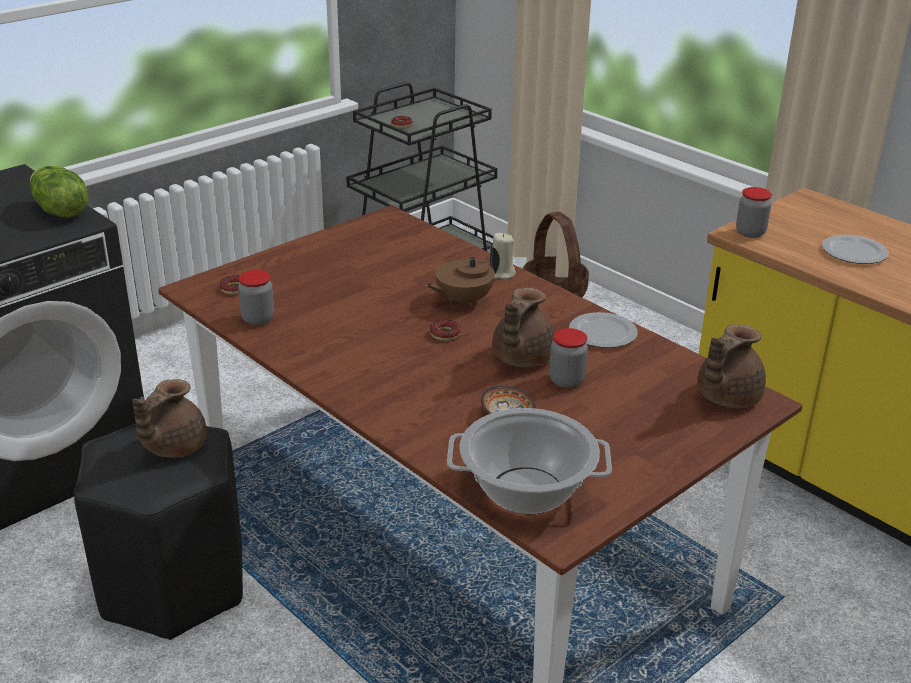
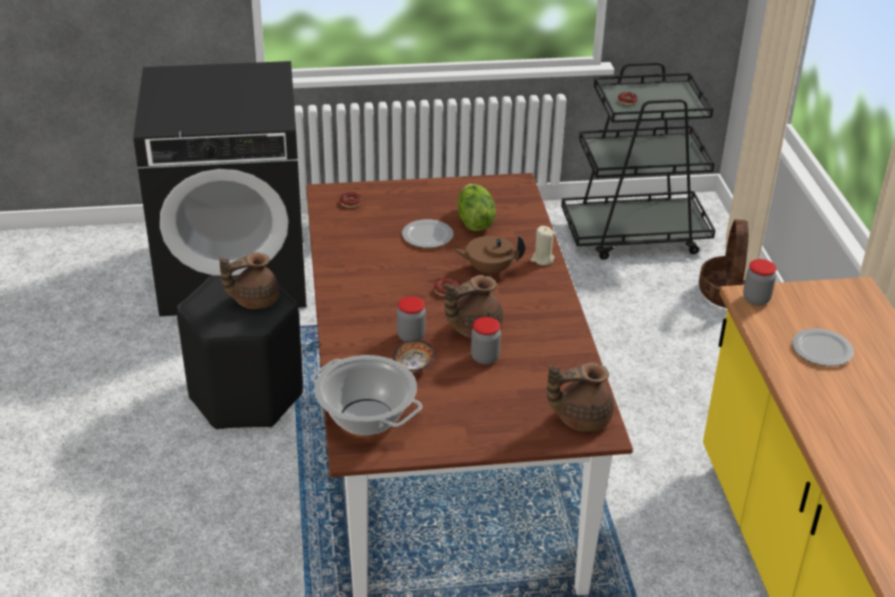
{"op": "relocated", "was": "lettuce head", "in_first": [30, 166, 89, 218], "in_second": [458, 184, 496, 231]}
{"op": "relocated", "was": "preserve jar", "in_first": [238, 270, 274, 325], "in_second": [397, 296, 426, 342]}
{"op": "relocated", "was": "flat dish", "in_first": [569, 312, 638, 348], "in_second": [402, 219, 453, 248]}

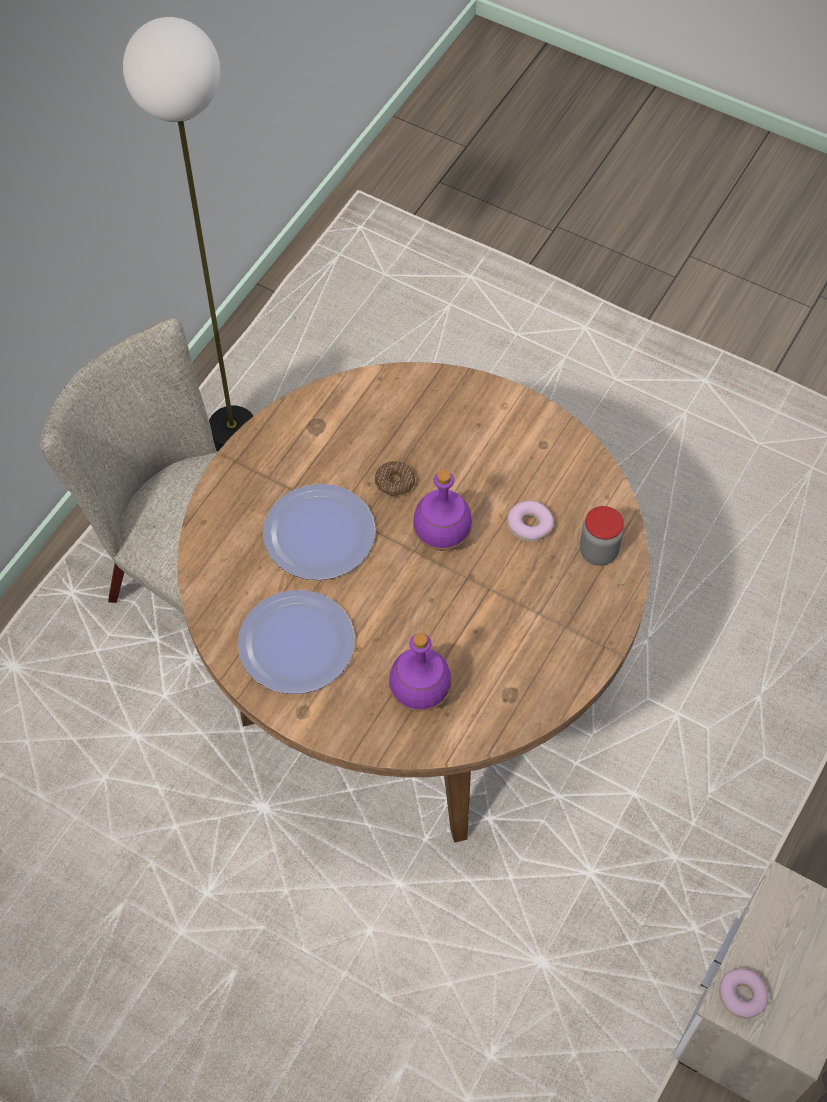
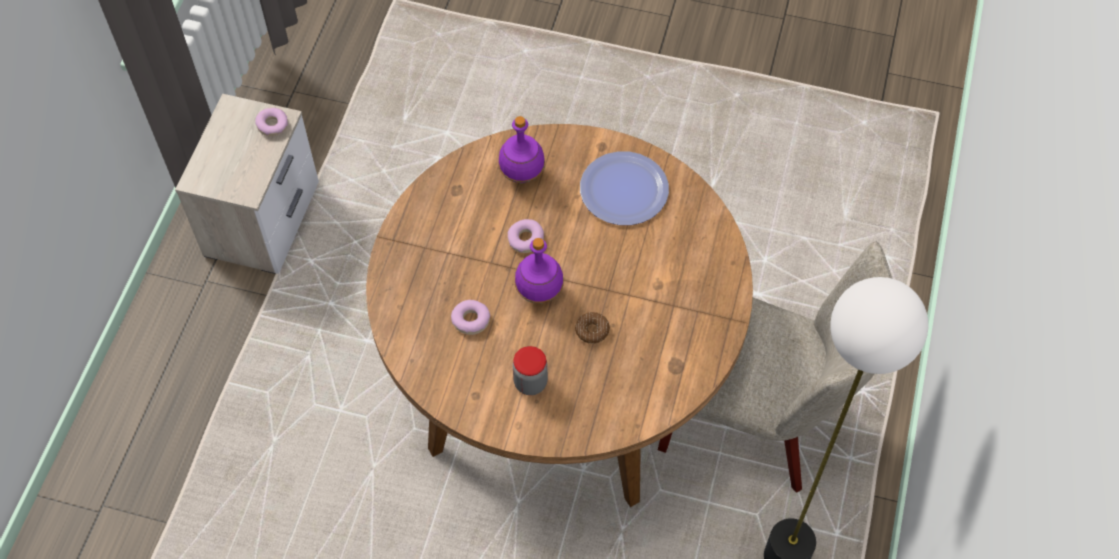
{"op": "missing", "was": "flat dish", "in_first": [263, 484, 376, 580]}
{"op": "appeared", "now": "donut", "in_second": [508, 219, 544, 253]}
{"op": "relocated", "was": "preserve jar", "in_first": [580, 506, 624, 566], "in_second": [513, 346, 548, 395]}

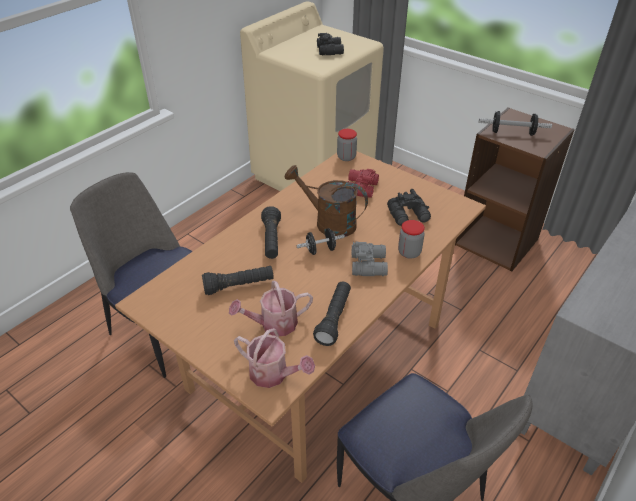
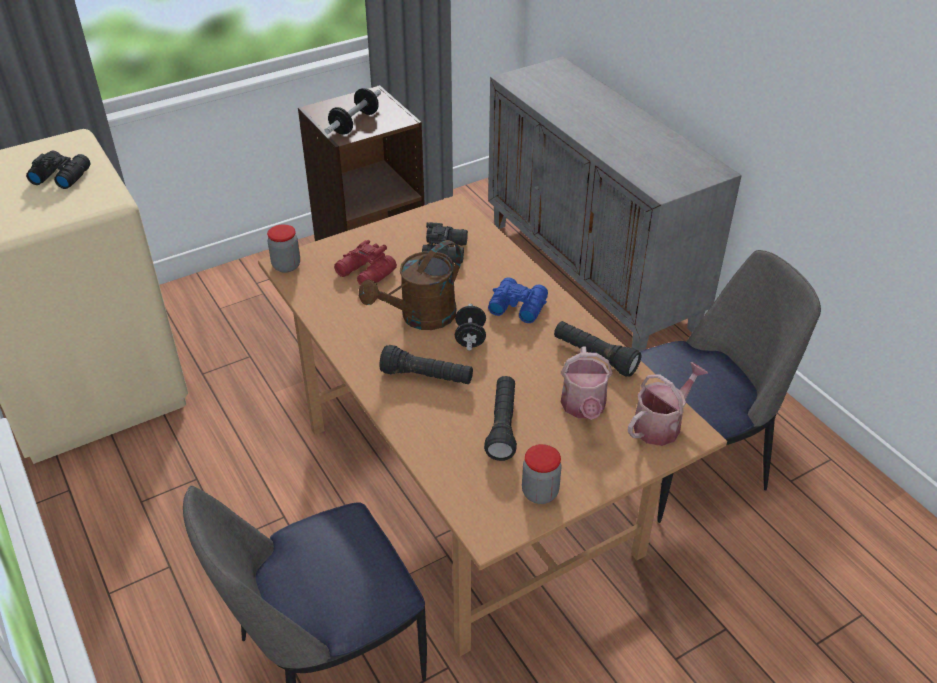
{"op": "relocated", "was": "preserve jar", "in_first": [398, 220, 425, 259], "in_second": [522, 444, 562, 504]}
{"op": "colour", "was": "field glasses/gray", "now": "field glasses/blue", "in_first": [352, 242, 388, 276], "in_second": [488, 278, 548, 323]}

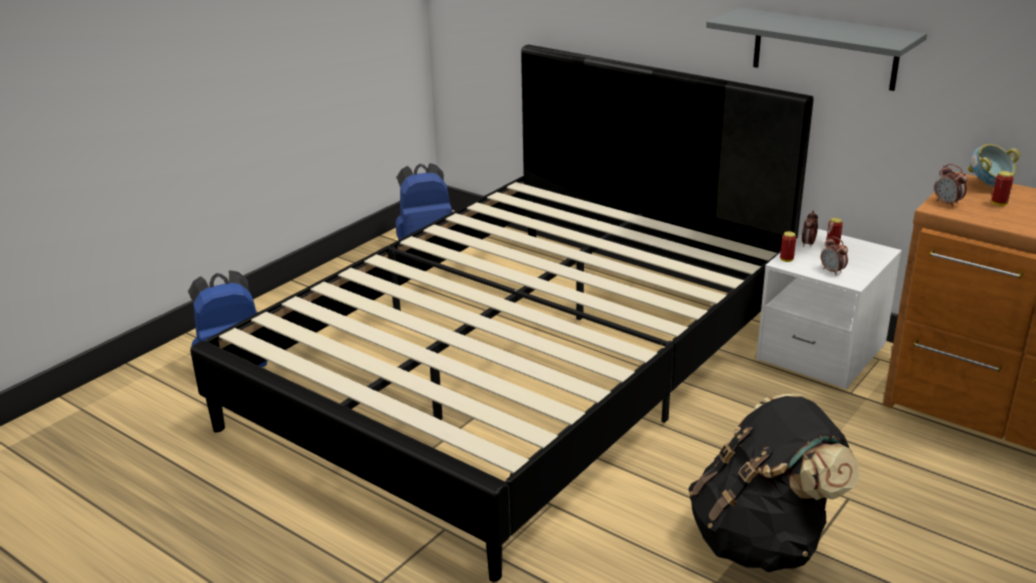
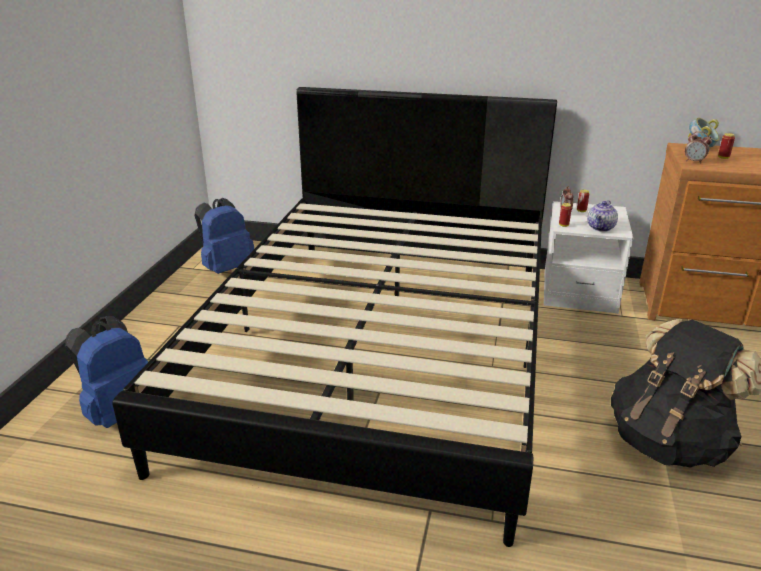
{"op": "missing", "was": "bracket shelf/gray", "in_first": [706, 7, 927, 91]}
{"op": "exchanged", "was": "alarm clock", "now": "teapot", "in_first": [821, 236, 848, 275], "in_second": [587, 200, 618, 232]}

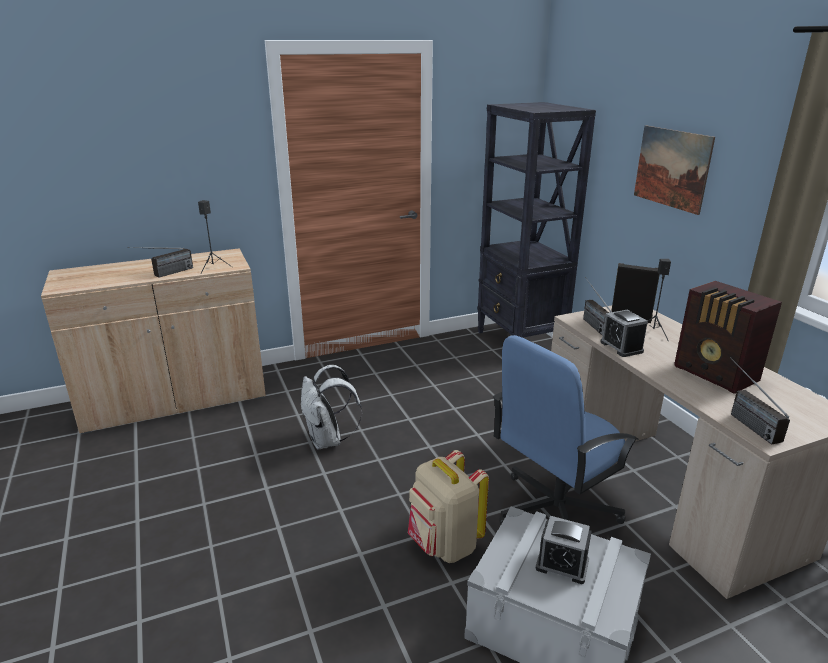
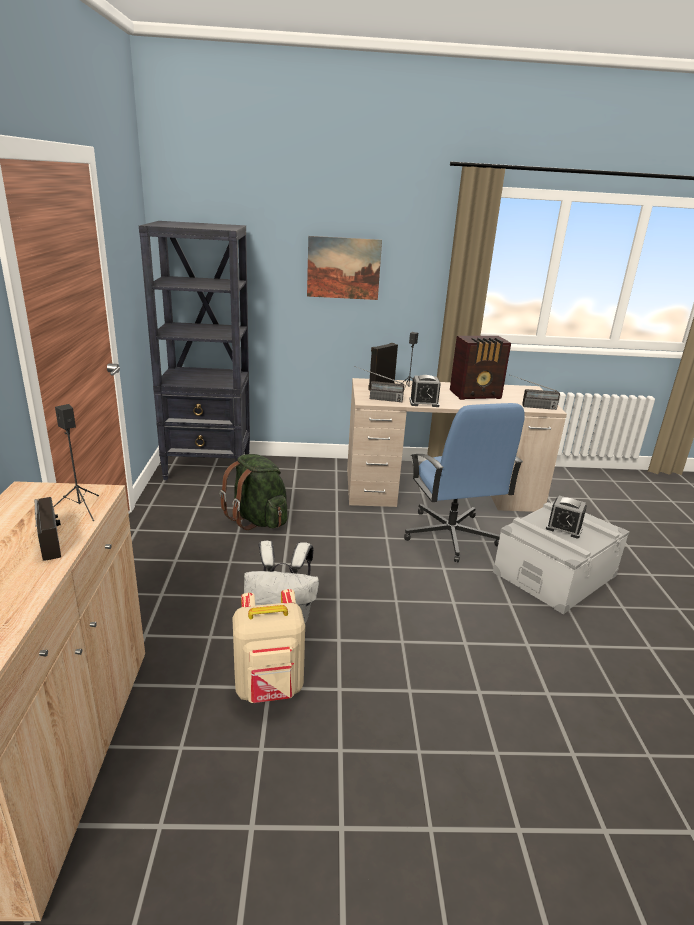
{"op": "appeared", "now": "knapsack/greenish", "in_second": [220, 454, 288, 530]}
{"op": "relocated", "was": "knapsack/beige", "in_first": [408, 450, 489, 563], "in_second": [232, 589, 305, 703]}
{"op": "spun", "was": "alarm clock", "in_first": [536, 516, 592, 584], "in_second": [546, 496, 587, 538], "clockwise": 75}

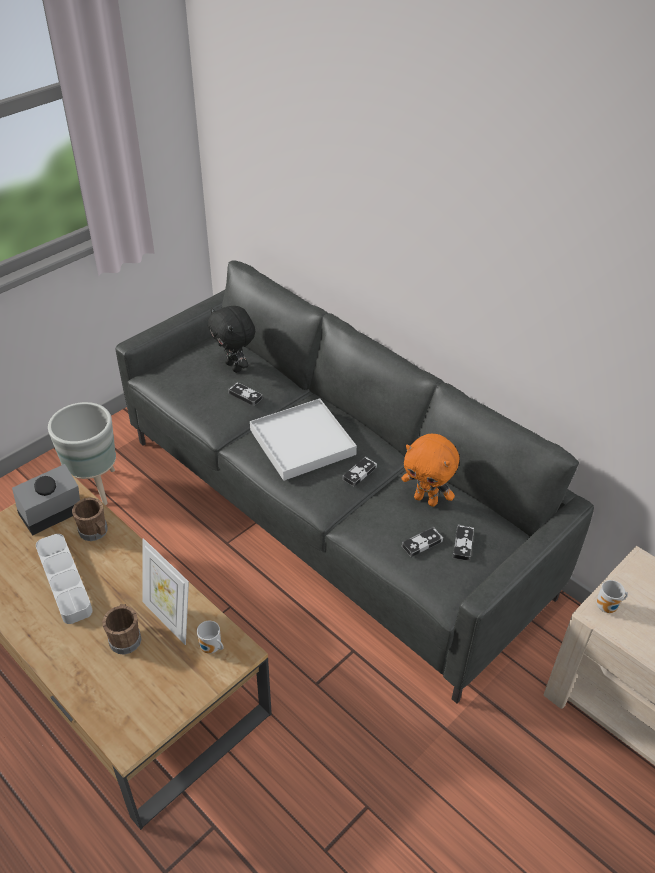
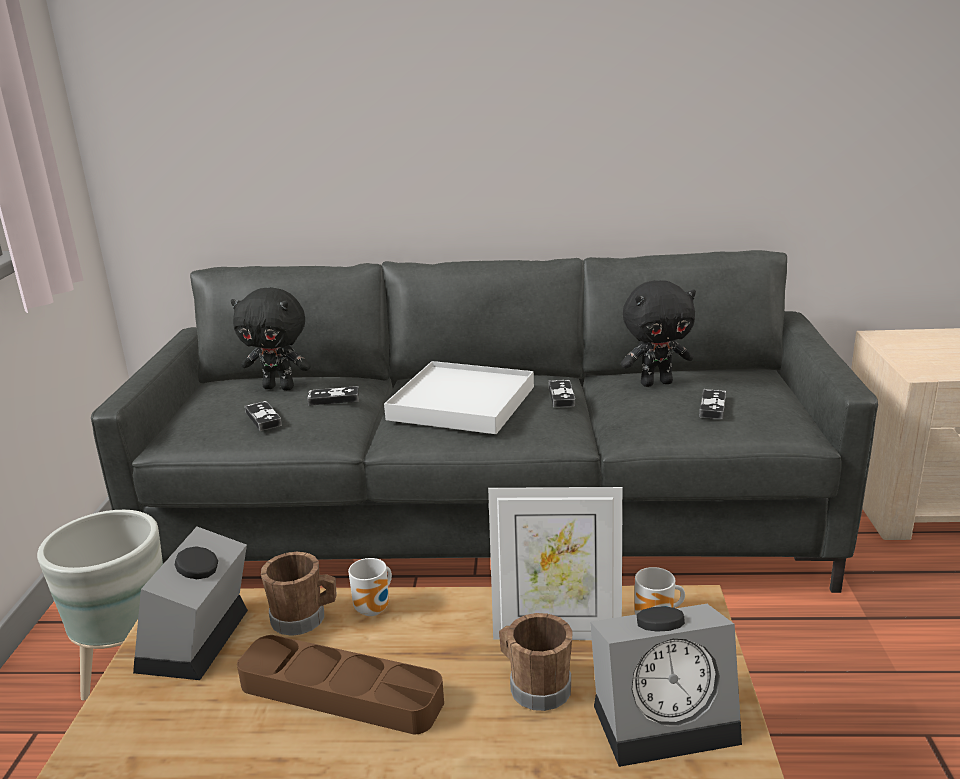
{"op": "appeared", "now": "alarm clock", "in_second": [590, 604, 742, 767]}
{"op": "relocated", "was": "gamepad", "in_first": [452, 525, 474, 561], "in_second": [245, 401, 282, 431]}
{"op": "relocated", "was": "coffee mug", "in_first": [596, 580, 628, 613], "in_second": [348, 558, 392, 616]}
{"op": "colour", "was": "carrying tray/gray", "now": "carrying tray/brownish", "in_first": [36, 534, 93, 624], "in_second": [237, 635, 444, 734]}
{"op": "colour", "was": "plush toy/orange", "now": "plush toy/black-coloured", "in_first": [401, 434, 459, 507], "in_second": [621, 280, 696, 387]}

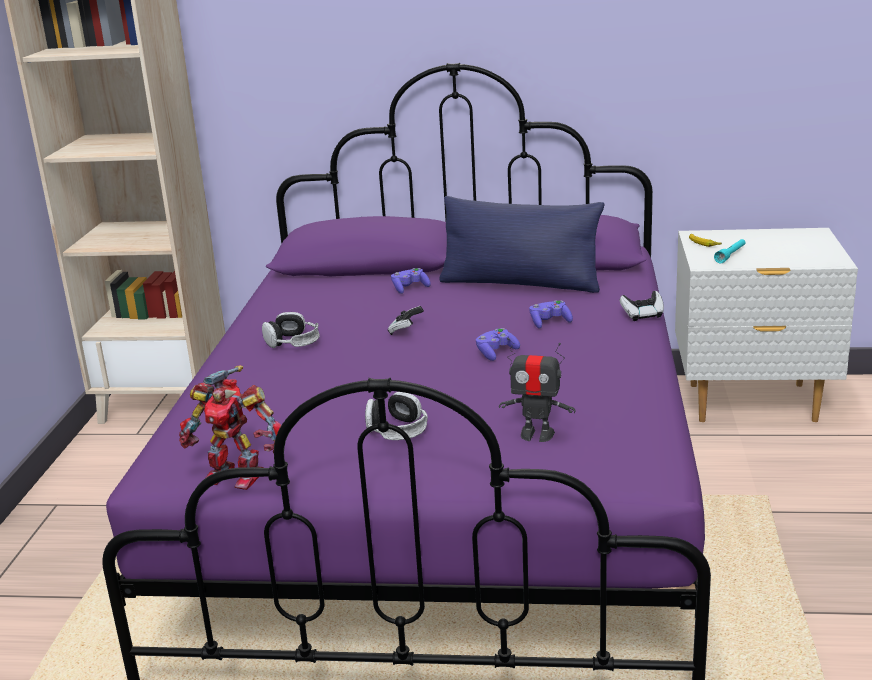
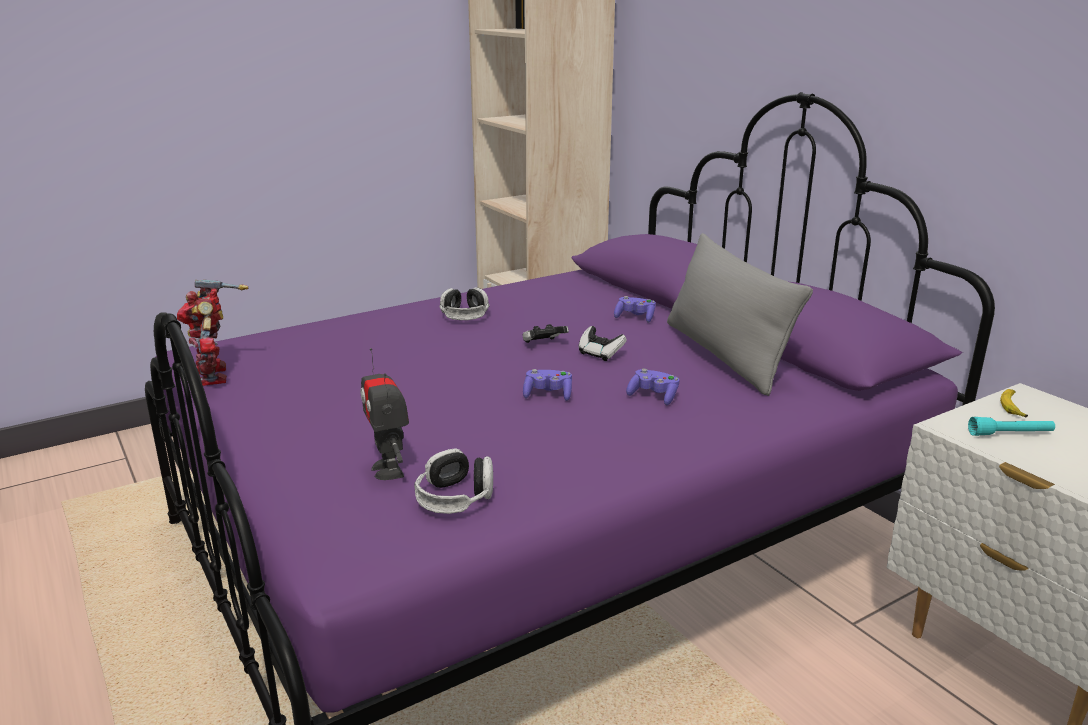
{"op": "relocated", "was": "headset", "in_first": [365, 392, 428, 440], "in_second": [414, 448, 493, 514]}
{"op": "relocated", "was": "gamepad", "in_first": [620, 291, 664, 321], "in_second": [578, 326, 627, 361]}
{"op": "colour", "was": "throw pillow/blue", "now": "throw pillow/gray", "in_first": [439, 196, 604, 293], "in_second": [667, 233, 813, 396]}

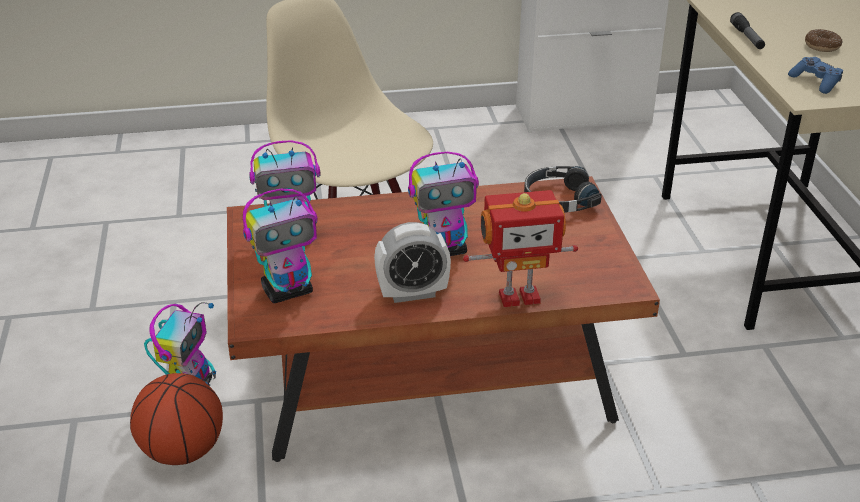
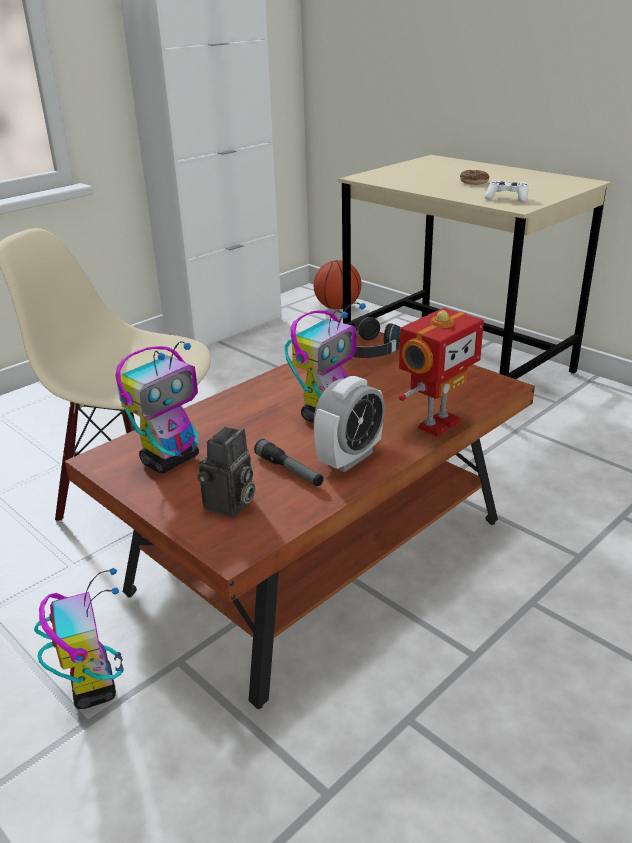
{"op": "relocated", "was": "basketball", "in_first": [130, 373, 223, 465], "in_second": [314, 260, 361, 310]}
{"op": "relocated", "was": "hand torch", "in_first": [730, 12, 765, 49], "in_second": [254, 439, 324, 486]}
{"op": "exchanged", "was": "model robot", "now": "still camera", "in_first": [243, 189, 318, 303], "in_second": [198, 427, 255, 518]}
{"op": "colour", "was": "gamepad/blue", "now": "gamepad/whitish", "in_first": [788, 57, 843, 94], "in_second": [485, 181, 529, 202]}

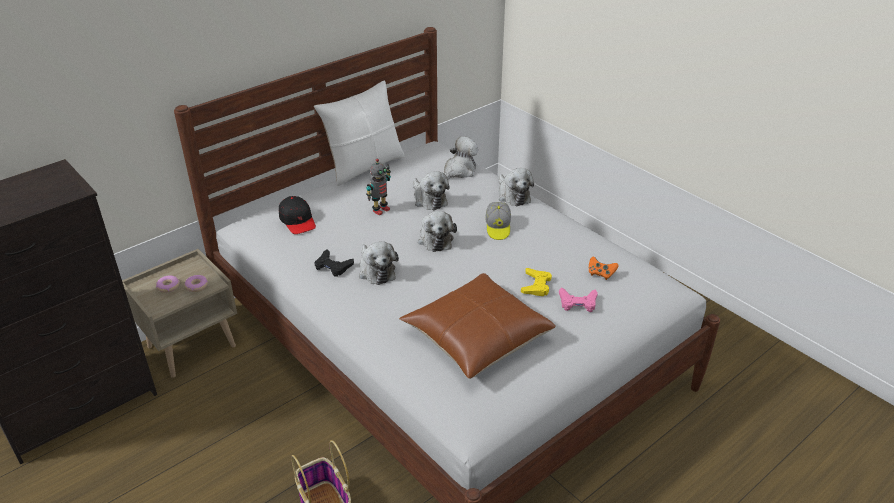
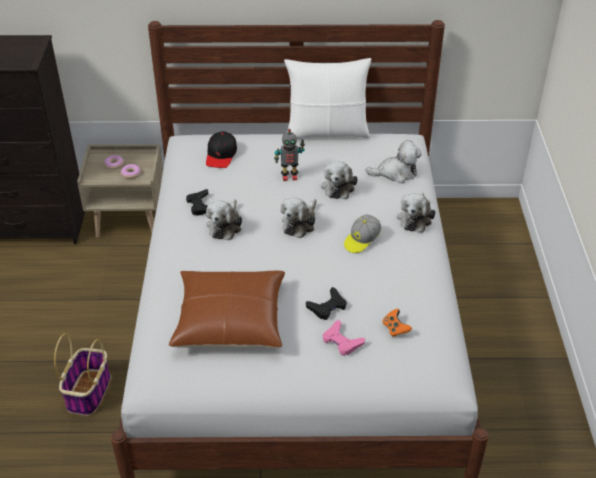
{"op": "colour", "was": "gamepad/yellowish", "now": "gamepad/black-coloured", "in_first": [521, 268, 552, 296], "in_second": [306, 287, 347, 320]}

